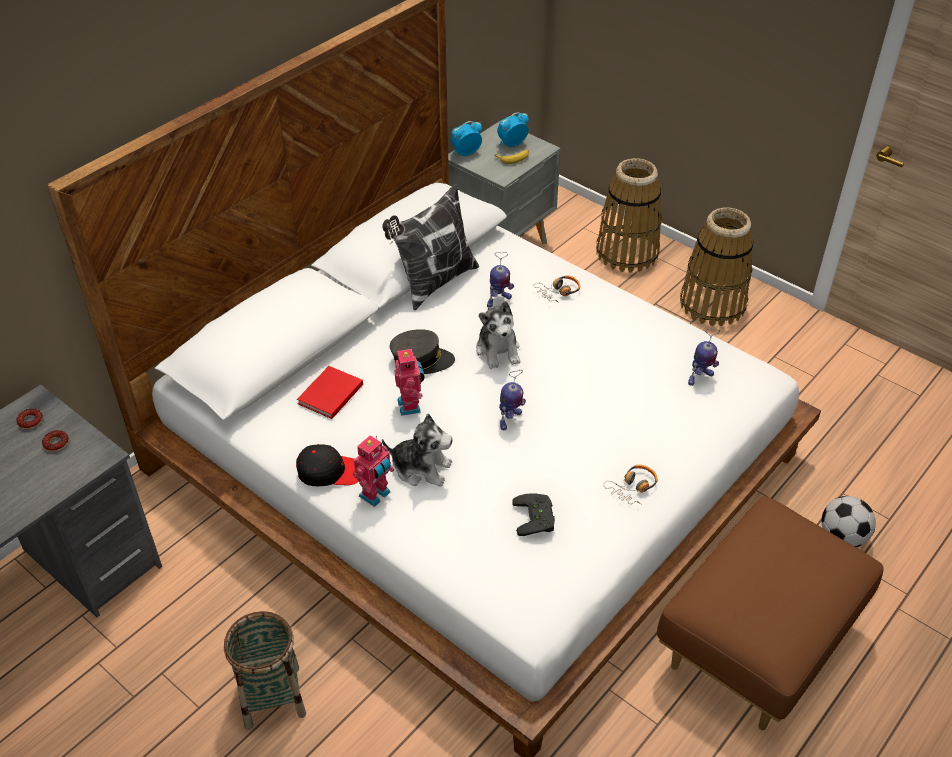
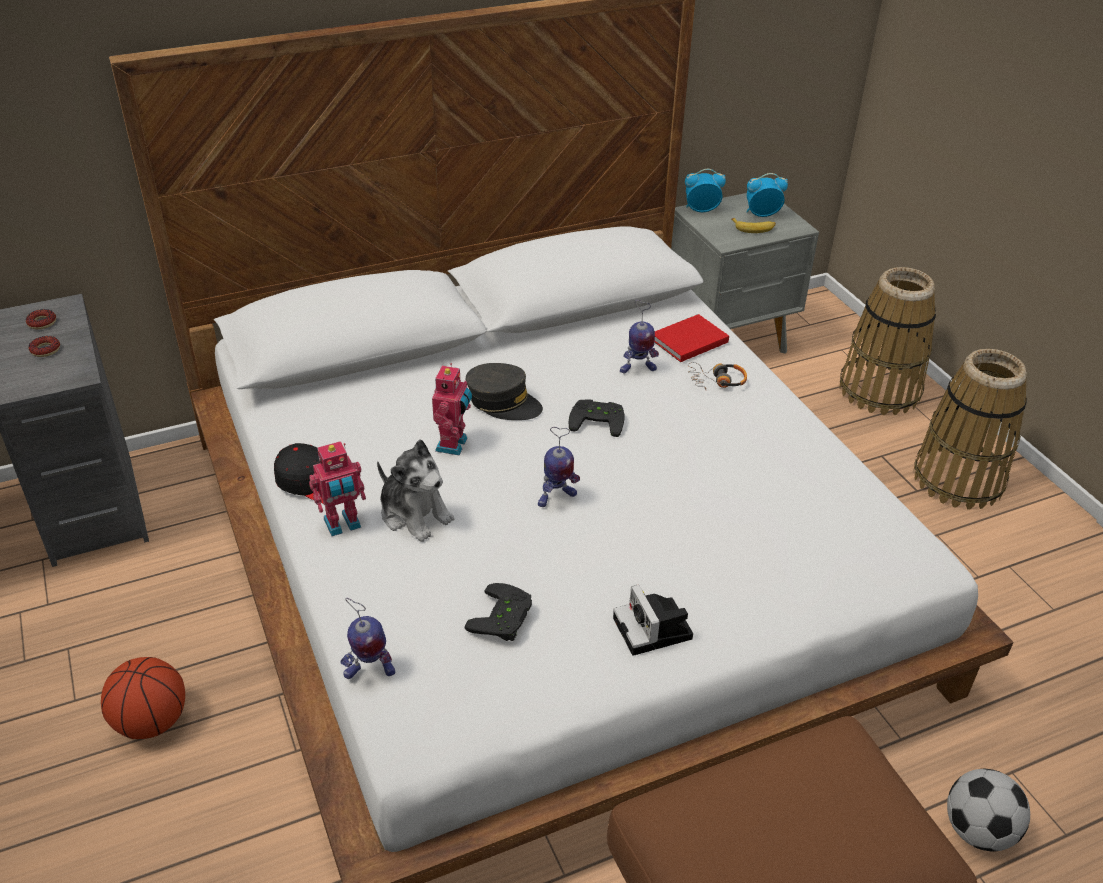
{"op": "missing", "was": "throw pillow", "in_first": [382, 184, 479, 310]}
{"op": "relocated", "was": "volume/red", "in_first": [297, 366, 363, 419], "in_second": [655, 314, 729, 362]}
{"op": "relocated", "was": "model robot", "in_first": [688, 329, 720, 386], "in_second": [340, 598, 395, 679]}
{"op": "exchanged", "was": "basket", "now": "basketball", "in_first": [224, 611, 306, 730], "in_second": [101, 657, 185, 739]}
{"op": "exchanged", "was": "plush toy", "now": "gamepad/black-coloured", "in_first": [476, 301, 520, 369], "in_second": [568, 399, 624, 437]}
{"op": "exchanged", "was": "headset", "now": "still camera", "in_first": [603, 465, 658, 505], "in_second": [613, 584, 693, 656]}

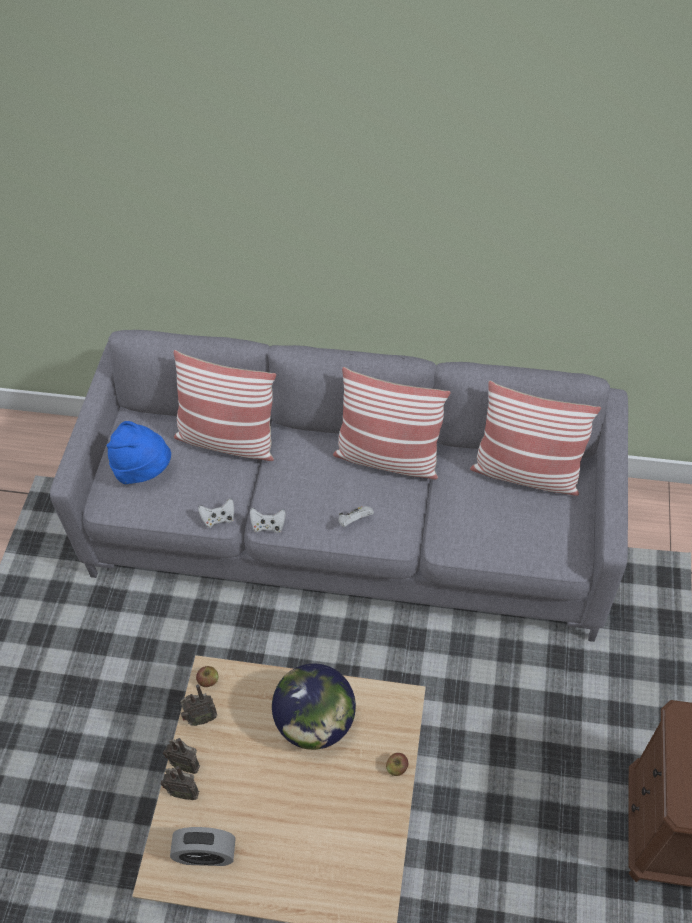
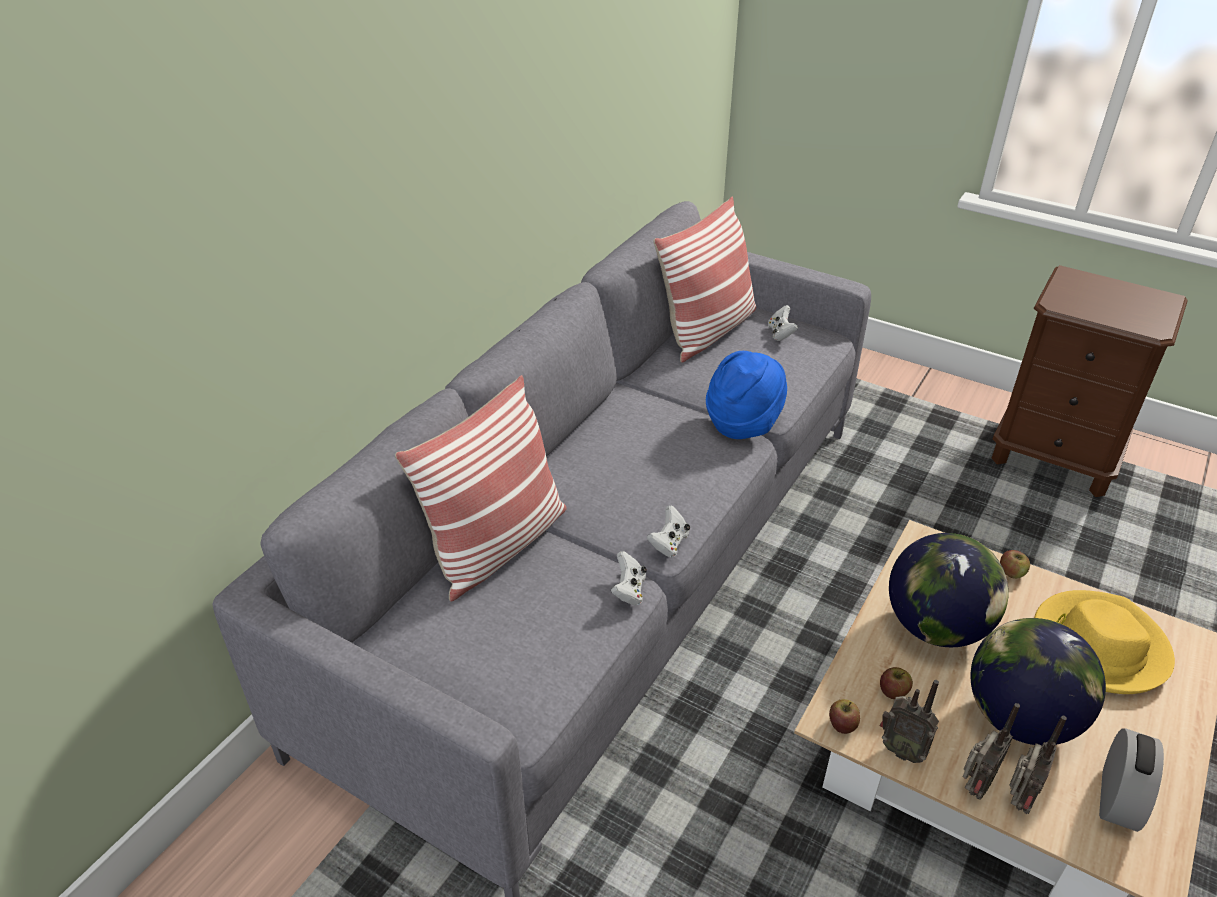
{"op": "missing", "was": "throw pillow", "in_first": [333, 367, 451, 479]}
{"op": "appeared", "now": "apple", "in_second": [880, 667, 913, 699]}
{"op": "appeared", "now": "globe", "in_second": [970, 618, 1106, 746]}
{"op": "appeared", "now": "hat/yellowish", "in_second": [1034, 590, 1175, 694]}
{"op": "relocated", "was": "hat/blue", "in_first": [106, 421, 171, 484], "in_second": [706, 351, 787, 439]}
{"op": "relocated", "was": "gamepad/whitish", "in_first": [338, 506, 374, 527], "in_second": [768, 305, 798, 341]}
{"op": "spun", "was": "radio", "in_first": [180, 685, 218, 726], "in_second": [880, 680, 939, 763], "clockwise": 120}

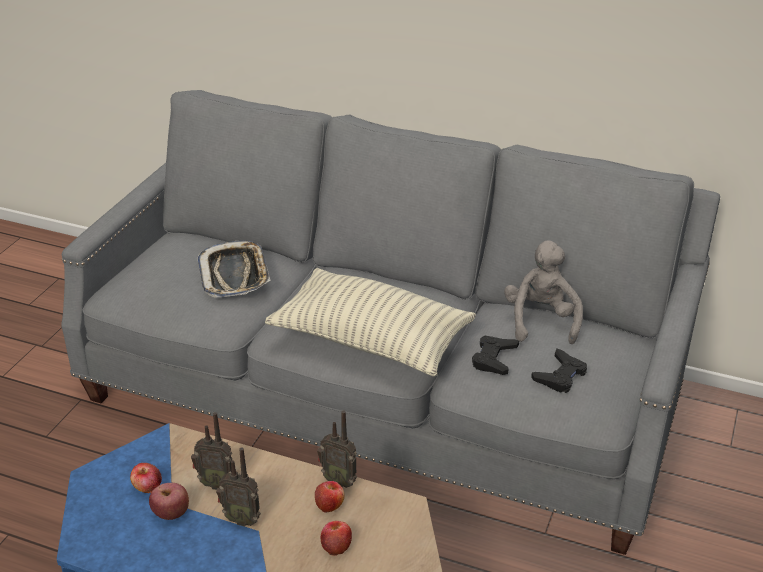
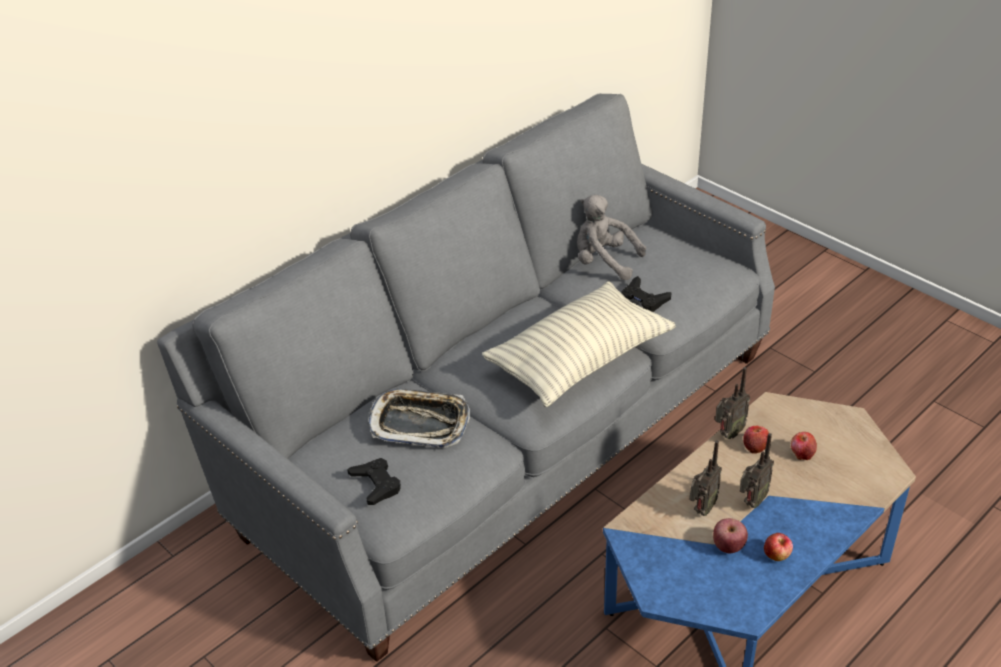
{"op": "relocated", "was": "apple", "in_first": [130, 463, 162, 493], "in_second": [764, 533, 793, 561]}
{"op": "relocated", "was": "gamepad/black-coloured", "in_first": [531, 349, 587, 393], "in_second": [347, 458, 401, 505]}

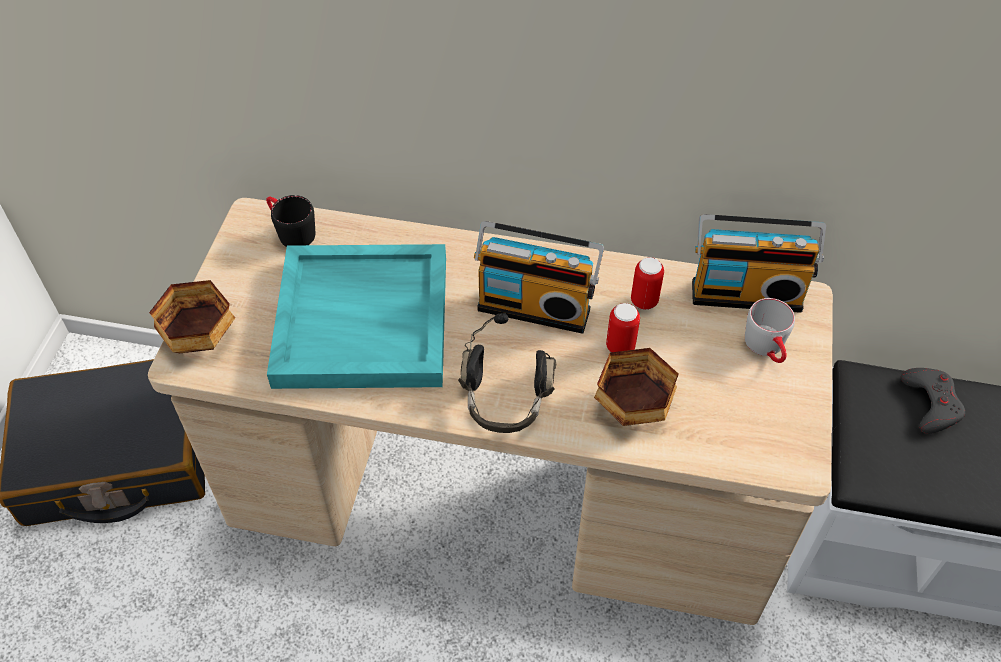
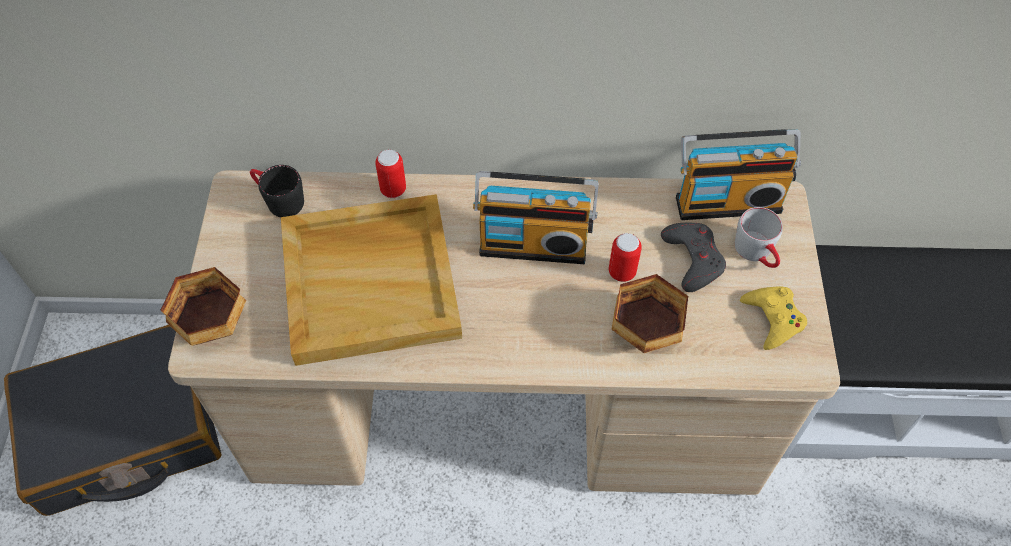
{"op": "missing", "was": "headset/black-coloured", "in_first": [458, 313, 556, 433]}
{"op": "appeared", "now": "gamepad/yellowish", "in_second": [740, 286, 807, 350]}
{"op": "relocated", "was": "can", "in_first": [631, 257, 664, 310], "in_second": [375, 149, 406, 198]}
{"op": "relocated", "was": "gamepad/gray", "in_first": [901, 368, 965, 434], "in_second": [661, 223, 726, 292]}
{"op": "colour", "was": "carrying tray/turquoise", "now": "carrying tray/beige", "in_first": [267, 244, 446, 389], "in_second": [281, 194, 462, 366]}

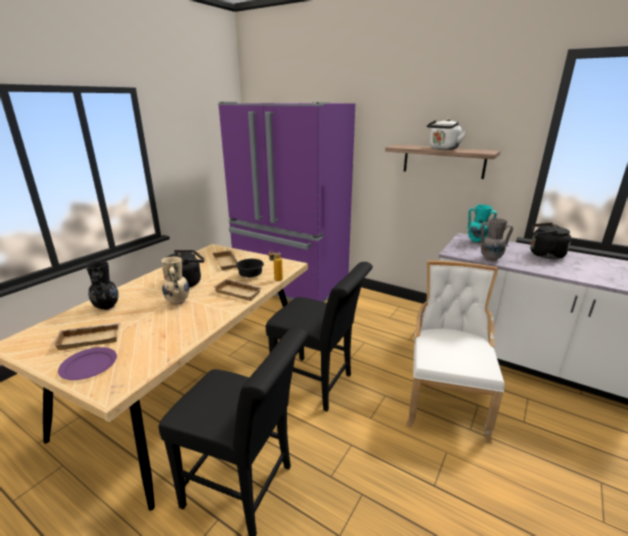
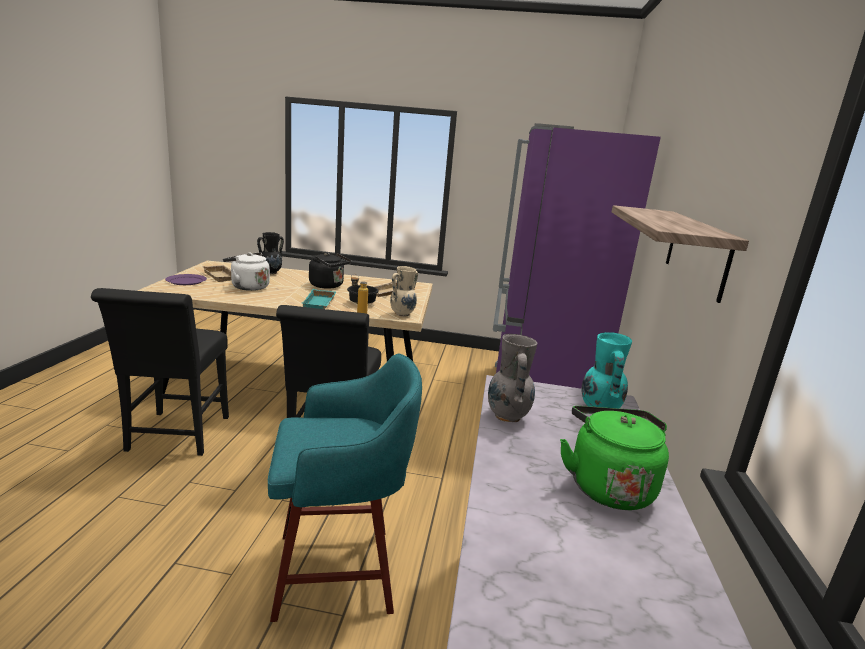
{"op": "relocated", "was": "vase/beige", "in_first": [161, 256, 189, 305], "in_second": [390, 266, 418, 317]}
{"op": "relocated", "was": "kettle/whitish", "in_first": [427, 119, 467, 150], "in_second": [223, 252, 270, 291]}
{"op": "exchanged", "was": "chair/whitish", "now": "stool/turquoise", "in_first": [406, 261, 504, 443], "in_second": [268, 353, 422, 622]}
{"op": "colour", "was": "carrying tray/beige", "now": "carrying tray/turquoise", "in_first": [213, 279, 263, 301], "in_second": [302, 289, 336, 309]}
{"op": "colour", "was": "kettle/black-coloured", "now": "kettle/greenish", "in_first": [530, 223, 571, 259], "in_second": [560, 406, 669, 510]}

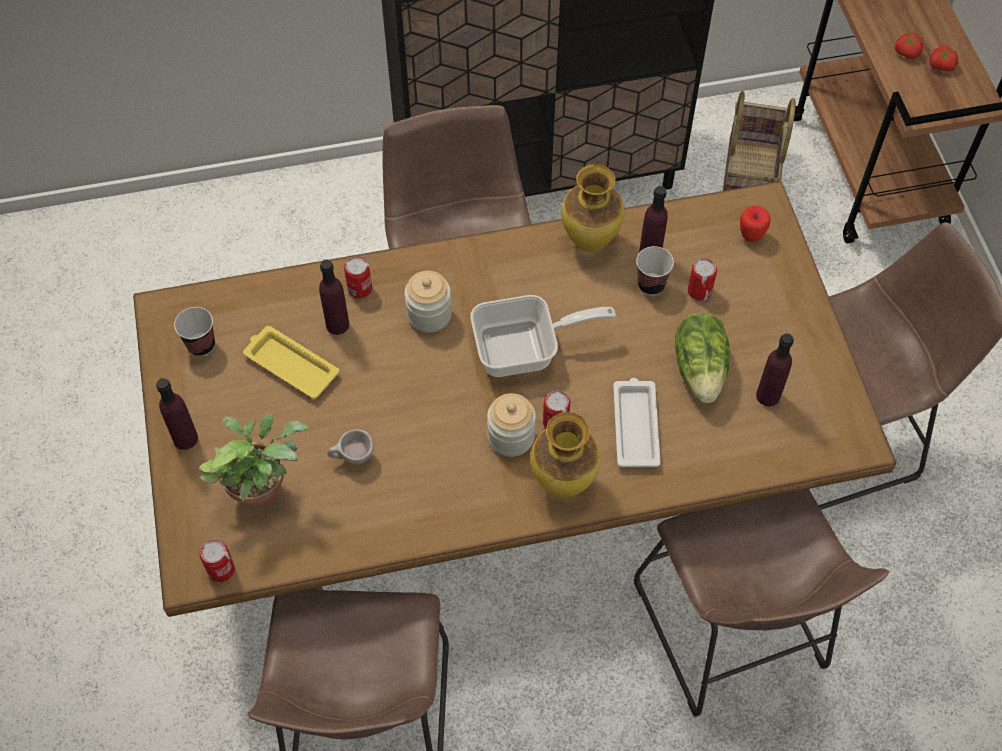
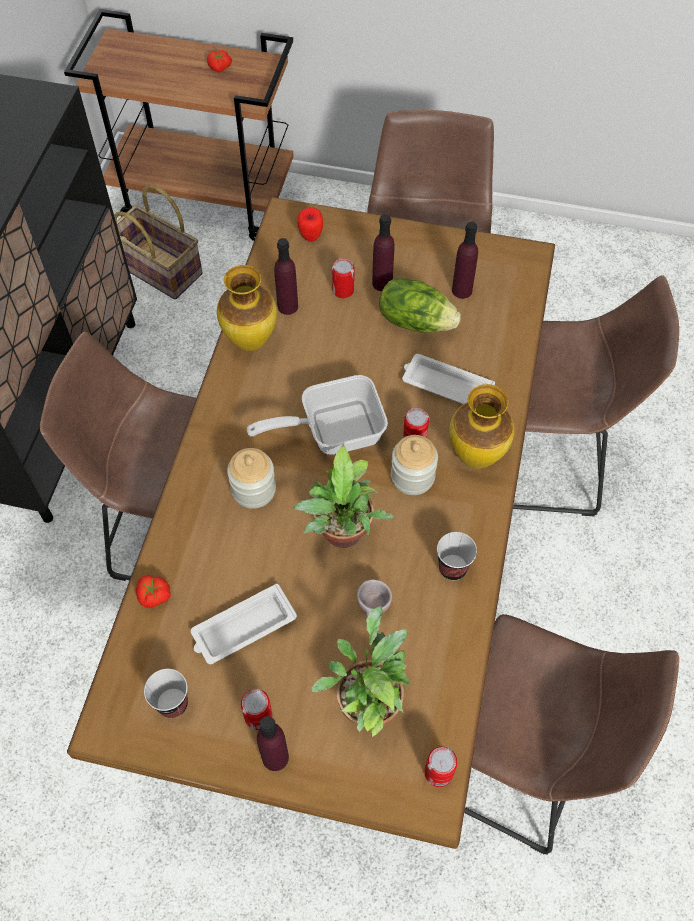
{"op": "appeared", "now": "houseplant", "in_second": [293, 444, 394, 548]}
{"op": "relocated", "was": "beverage bottle/purple", "in_first": [319, 260, 349, 335], "in_second": [372, 214, 395, 291]}
{"op": "relocated", "was": "can", "in_first": [344, 256, 372, 299], "in_second": [241, 689, 273, 730]}
{"op": "relocated", "was": "drinking cup", "in_first": [636, 246, 674, 295], "in_second": [437, 532, 477, 580]}
{"op": "relocated", "was": "tomato", "in_first": [895, 33, 923, 59], "in_second": [136, 575, 171, 608]}
{"op": "colour", "was": "carrying tray/yellowish", "now": "carrying tray/whitish", "in_first": [243, 326, 340, 399], "in_second": [191, 584, 297, 664]}
{"op": "spun", "was": "skillet", "in_first": [470, 295, 616, 377], "in_second": [247, 375, 388, 455], "clockwise": -120}

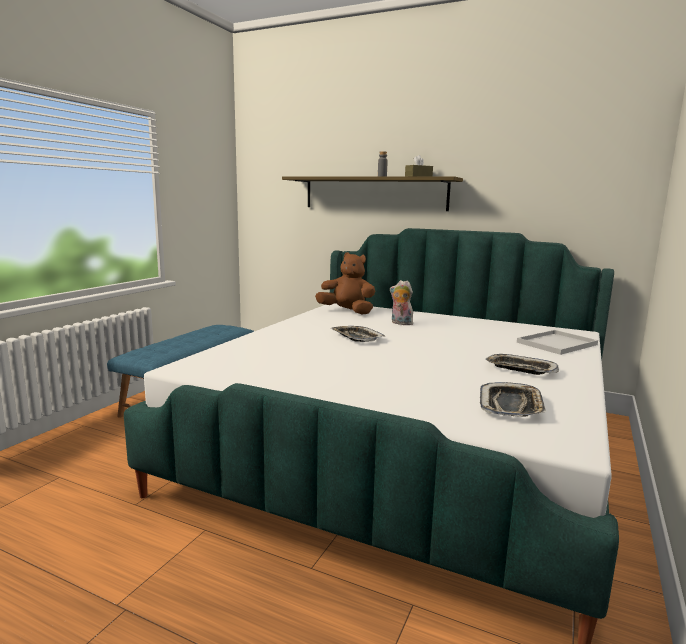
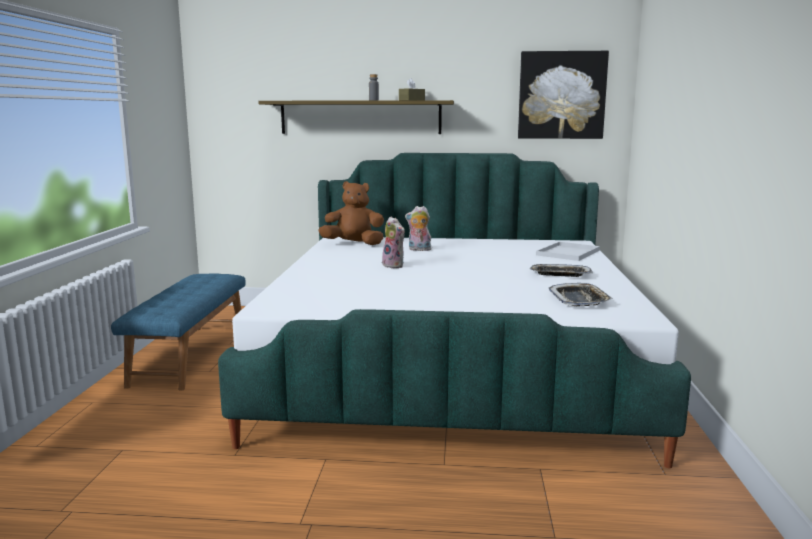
{"op": "appeared", "now": "picture", "in_second": [518, 51, 609, 139]}
{"op": "exchanged", "was": "carrying tray", "now": "plush toy", "in_first": [331, 326, 385, 342], "in_second": [380, 216, 405, 268]}

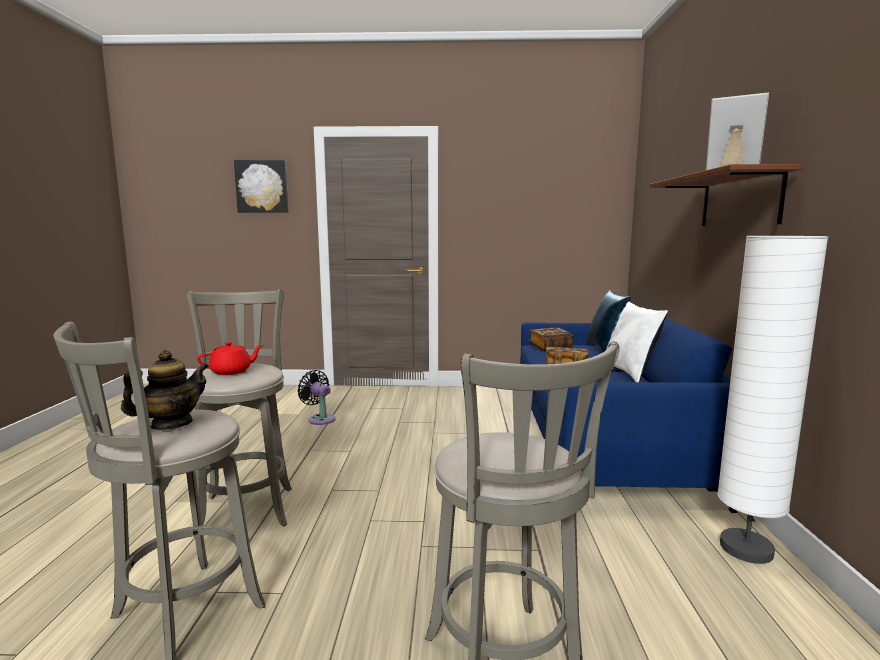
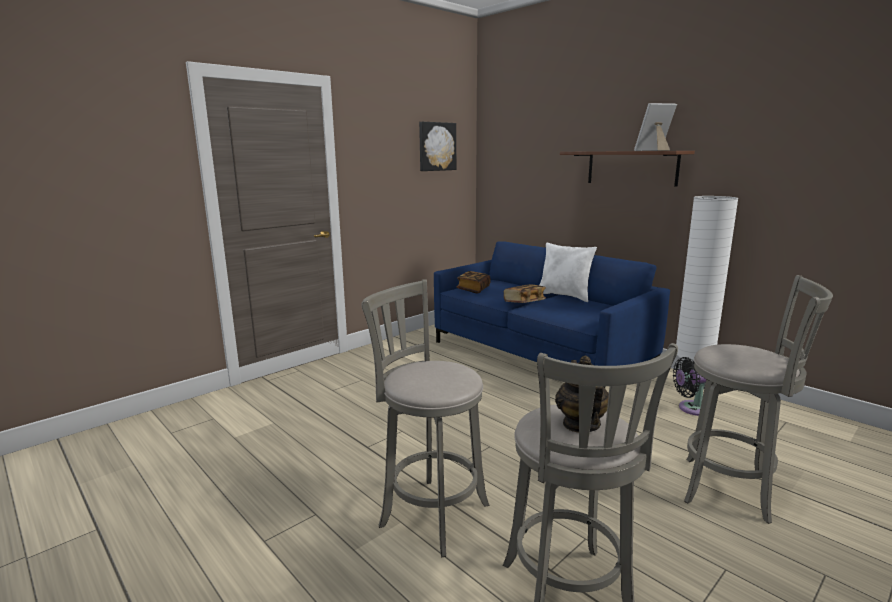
{"op": "missing", "was": "teapot/red", "in_first": [197, 342, 263, 375]}
{"op": "missing", "was": "throw pillow/blue", "in_first": [586, 290, 631, 353]}
{"op": "relocated", "was": "picture", "in_first": [234, 160, 289, 213], "in_second": [419, 122, 456, 171]}
{"op": "relocated", "was": "cooling fan/black-coloured", "in_first": [297, 370, 336, 425], "in_second": [673, 357, 706, 416]}

